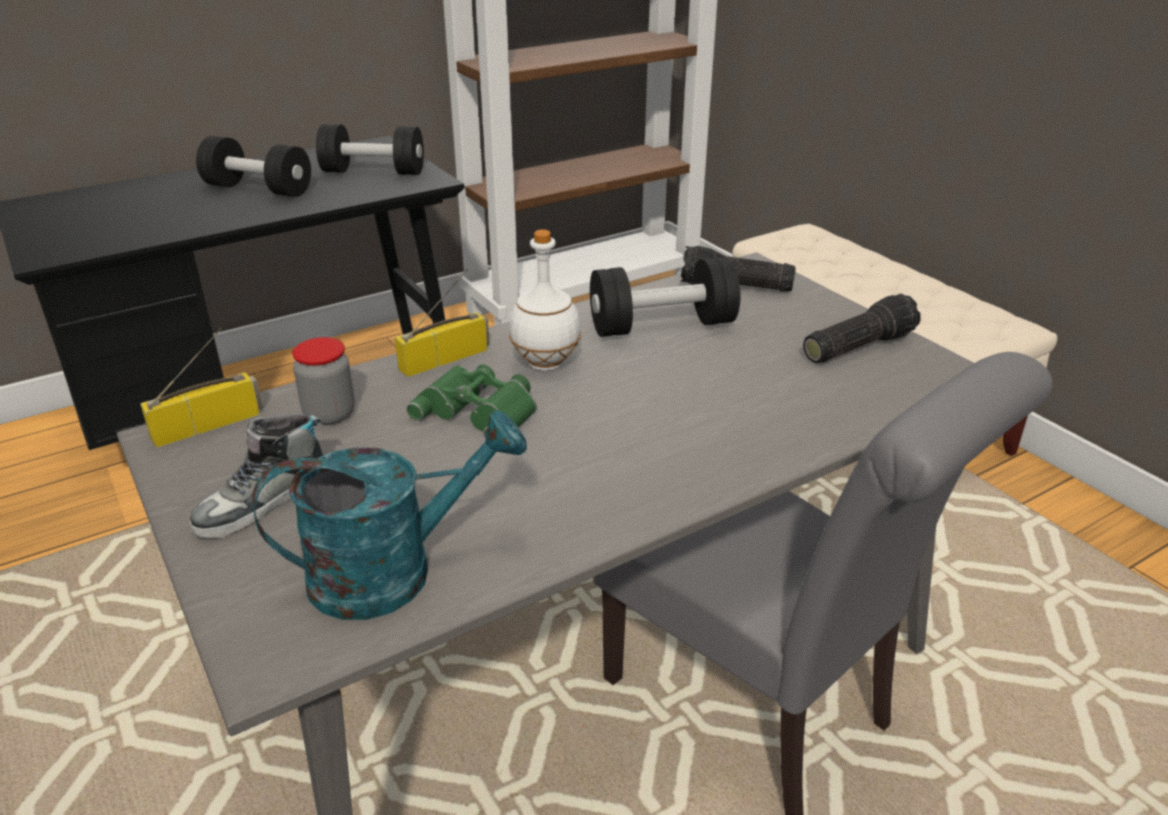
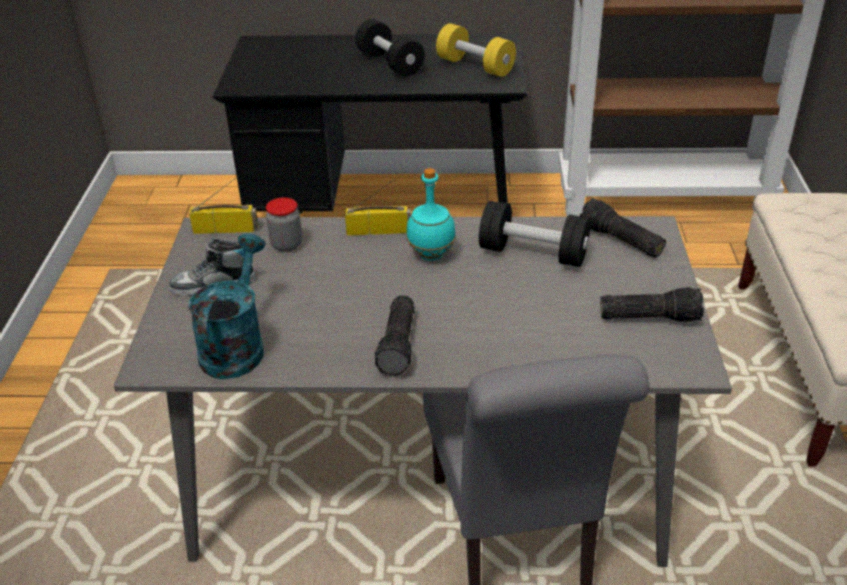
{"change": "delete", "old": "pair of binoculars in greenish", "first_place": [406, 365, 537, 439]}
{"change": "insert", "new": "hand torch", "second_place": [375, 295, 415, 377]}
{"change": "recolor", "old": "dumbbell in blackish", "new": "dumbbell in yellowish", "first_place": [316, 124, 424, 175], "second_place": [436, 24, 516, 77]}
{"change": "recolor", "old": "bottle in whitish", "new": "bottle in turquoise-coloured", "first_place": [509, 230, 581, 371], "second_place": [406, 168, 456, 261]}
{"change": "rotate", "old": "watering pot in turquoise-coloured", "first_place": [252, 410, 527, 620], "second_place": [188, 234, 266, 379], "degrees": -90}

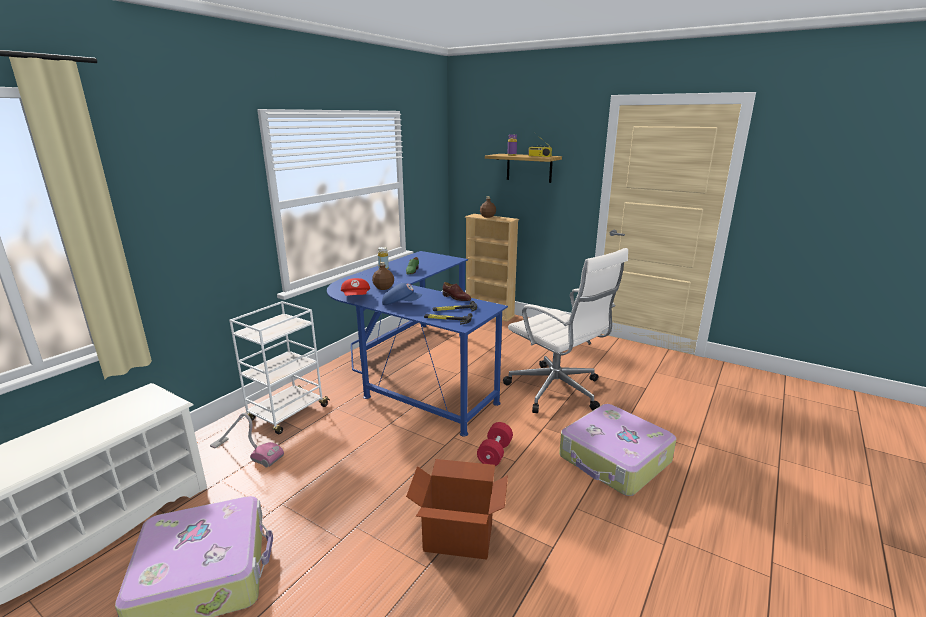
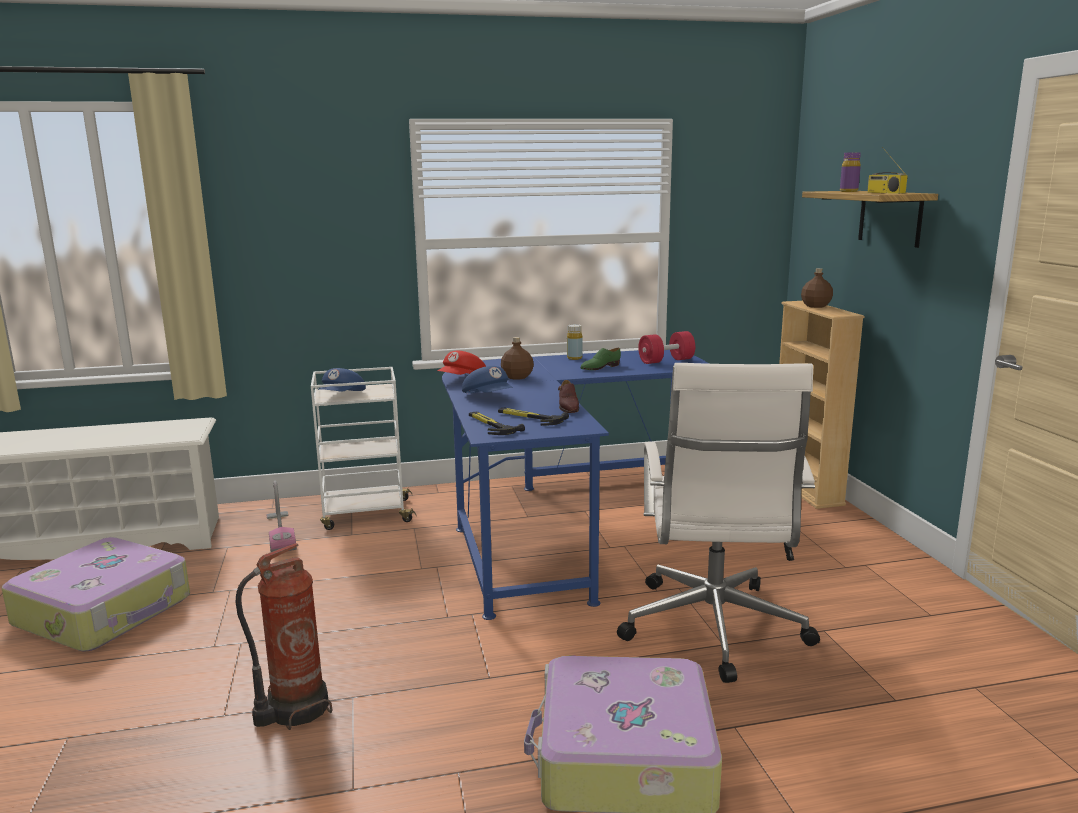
{"change": "insert", "new": "cap in blue", "second_place": [318, 368, 366, 392]}
{"change": "move", "old": "dumbbell in reddish", "first_place": [477, 422, 513, 466], "second_place": [638, 331, 695, 364]}
{"change": "replace", "old": "carton", "new": "fire extinguisher", "first_place": [406, 459, 508, 560], "second_place": [236, 543, 333, 730]}

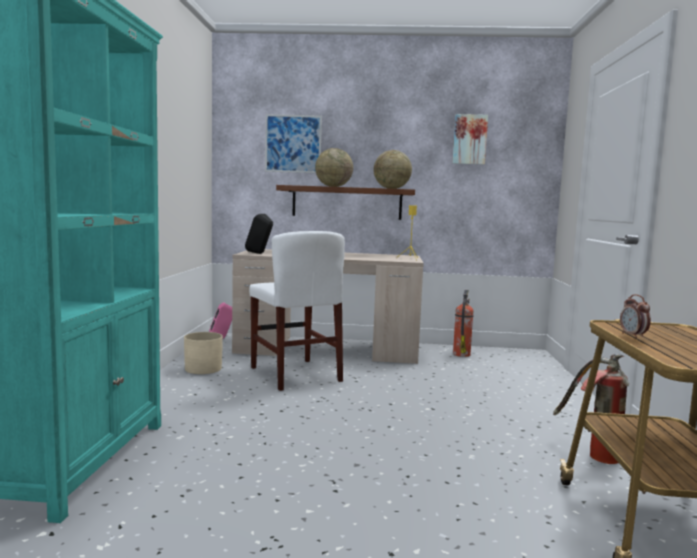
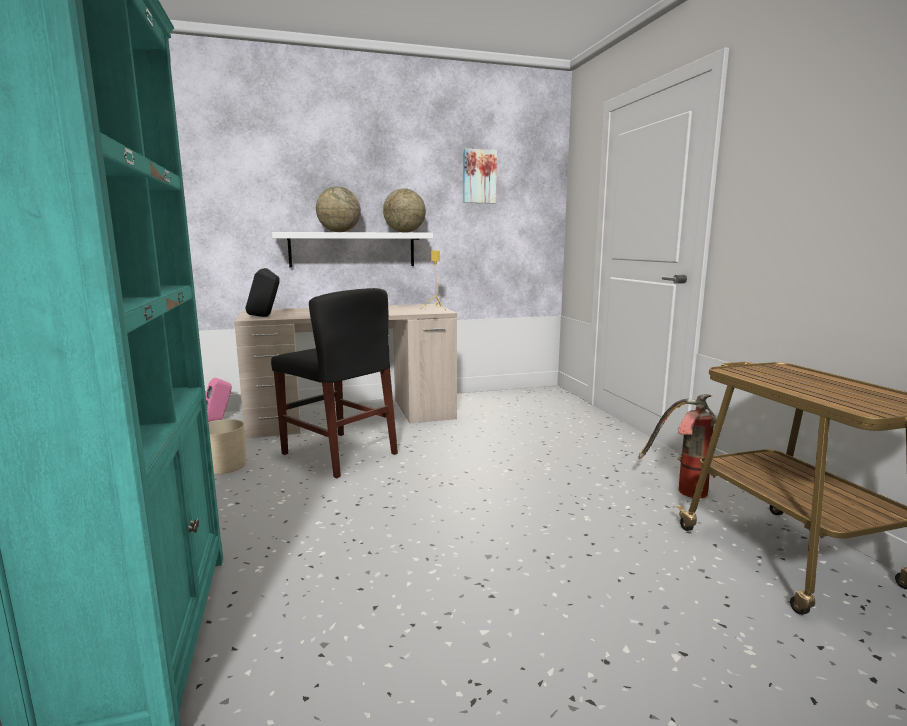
{"change": "delete", "old": "wall picture", "first_place": [265, 114, 322, 173]}
{"change": "delete", "old": "fire extinguisher", "first_place": [453, 290, 473, 357]}
{"change": "delete", "old": "alarm clock", "first_place": [620, 294, 651, 338]}
{"change": "recolor", "old": "upright chair in whitish", "new": "upright chair in blackish", "first_place": [249, 231, 345, 391], "second_place": [271, 288, 398, 478]}
{"change": "recolor", "old": "shelf in brown", "new": "shelf in whitish", "first_place": [276, 185, 415, 220], "second_place": [272, 232, 433, 268]}

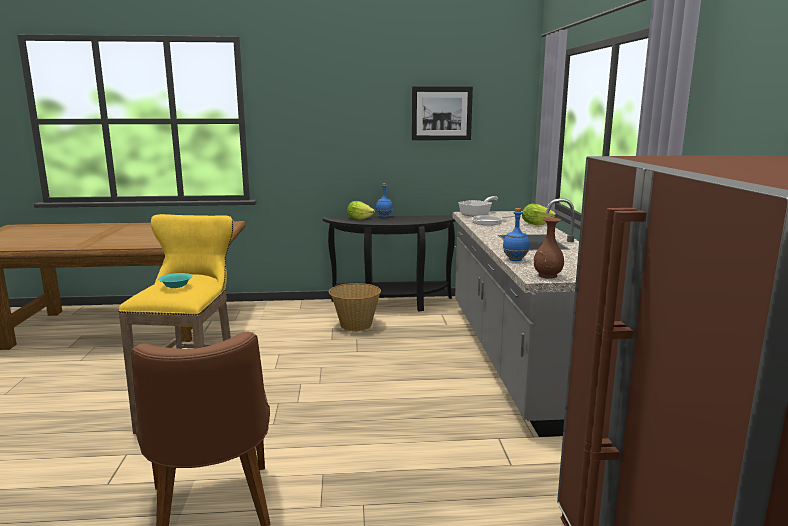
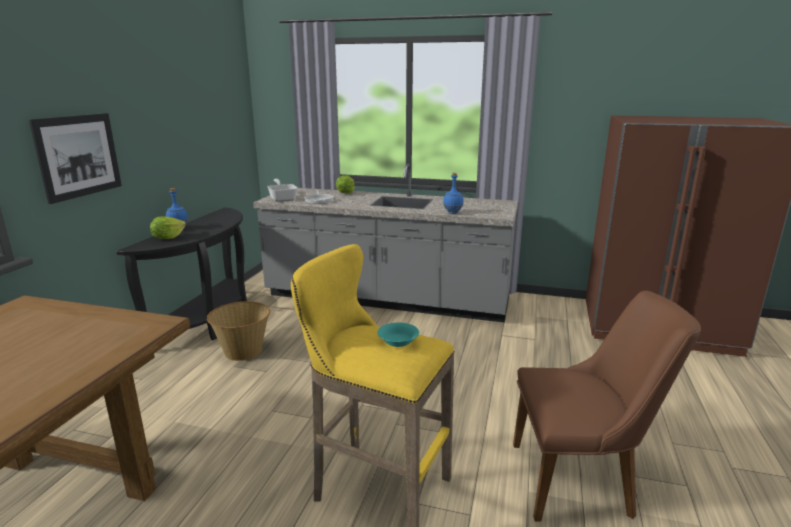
{"change": "delete", "old": "flower vase in brown", "first_place": [534, 218, 564, 279]}
{"change": "move", "old": "wall picture", "first_place": [412, 86, 473, 140], "second_place": [29, 113, 122, 204]}

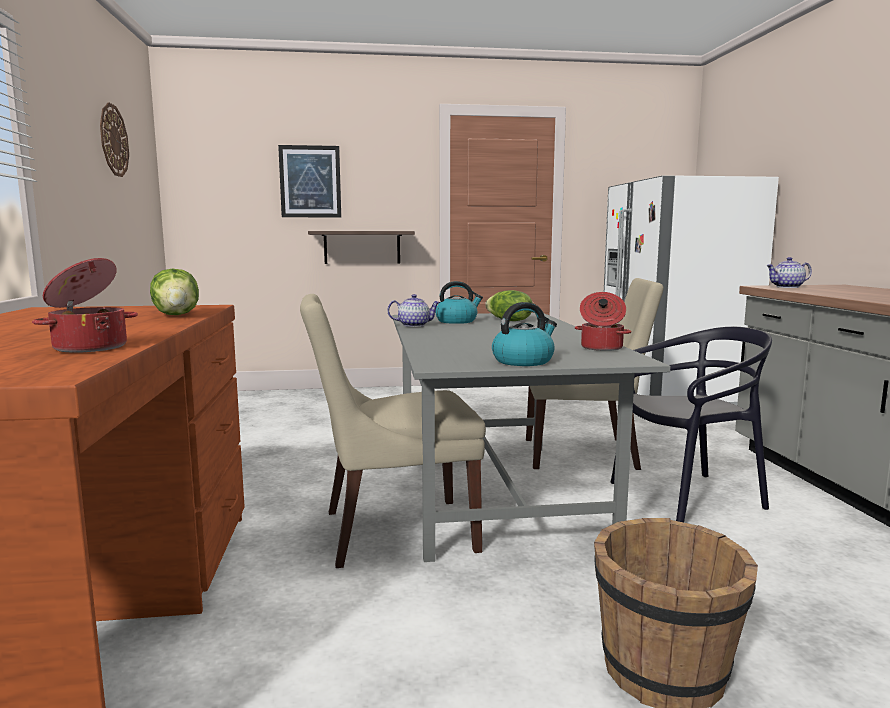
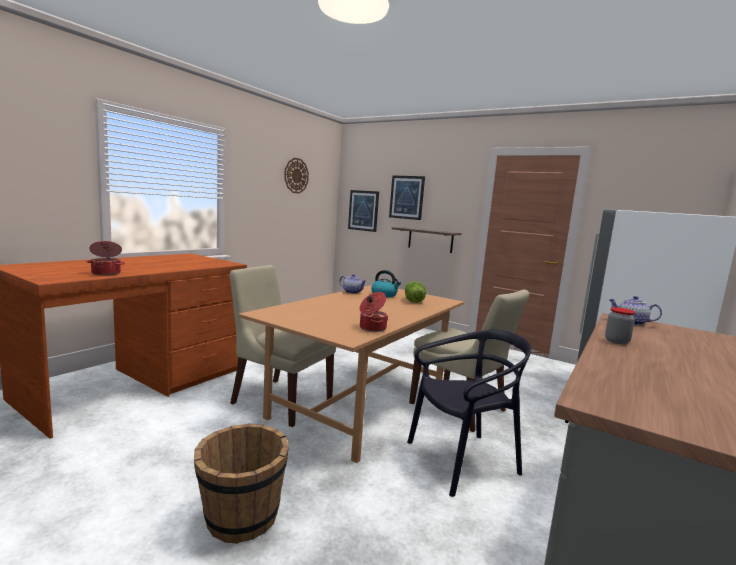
{"change": "delete", "old": "lettuce head", "first_place": [150, 268, 199, 315]}
{"change": "delete", "old": "kettle", "first_place": [492, 302, 557, 366]}
{"change": "insert", "new": "wall picture", "second_place": [348, 190, 379, 232]}
{"change": "insert", "new": "preserve jar", "second_place": [605, 307, 635, 344]}
{"change": "recolor", "old": "kitchen table in gray", "new": "kitchen table in brown", "first_place": [392, 313, 671, 562], "second_place": [239, 285, 464, 463]}
{"change": "rotate", "old": "upright chair in blackish", "first_place": [610, 327, 772, 522], "second_place": [407, 330, 531, 497], "degrees": -45}

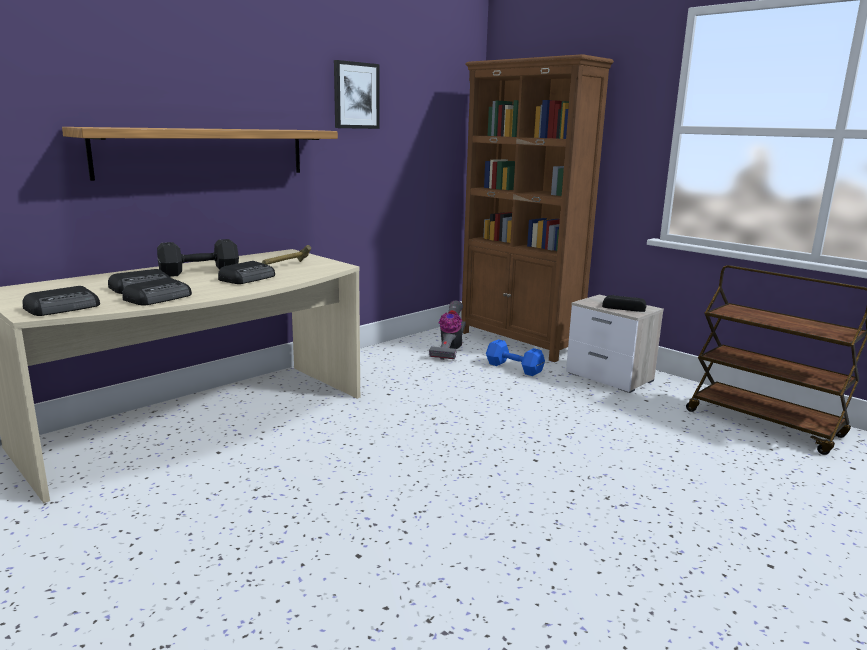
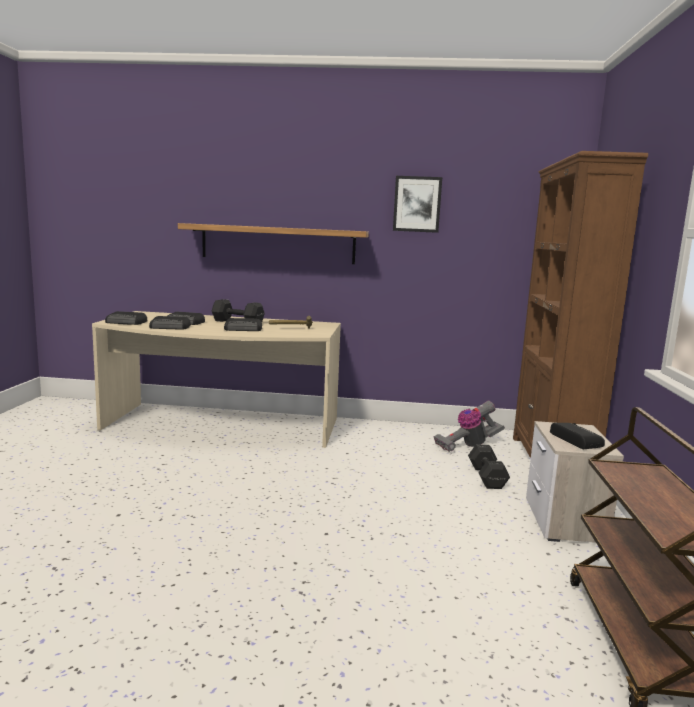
{"change": "recolor", "old": "dumbbell in blue", "new": "dumbbell in blackish", "first_place": [486, 339, 545, 376], "second_place": [468, 444, 510, 489]}

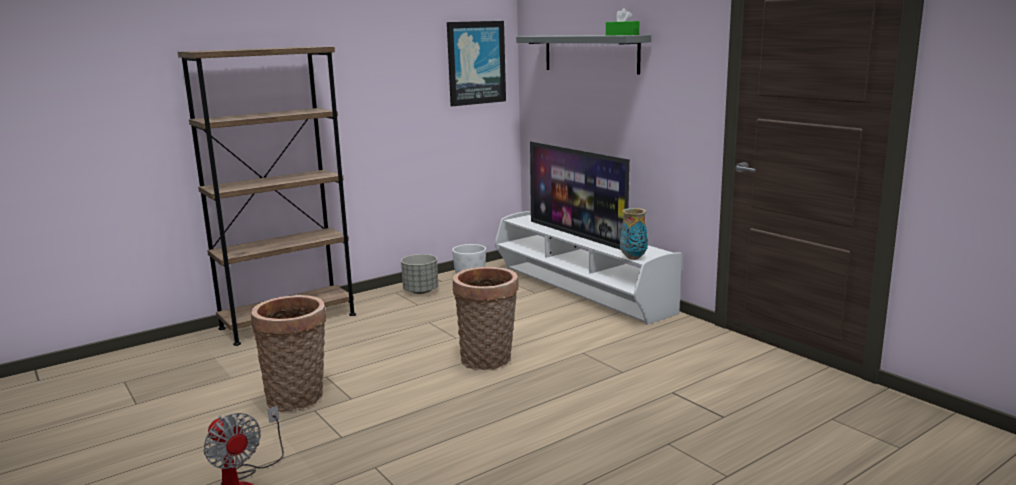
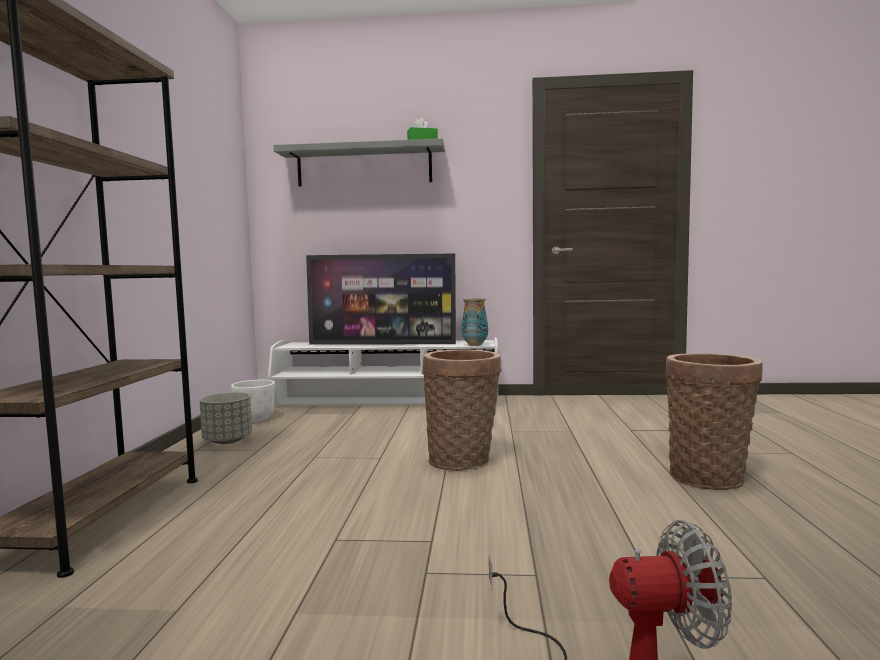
{"change": "delete", "old": "wall picture", "first_place": [447, 21, 506, 106]}
{"change": "move", "old": "household basket", "first_place": [251, 295, 326, 411], "second_place": [666, 353, 762, 490]}

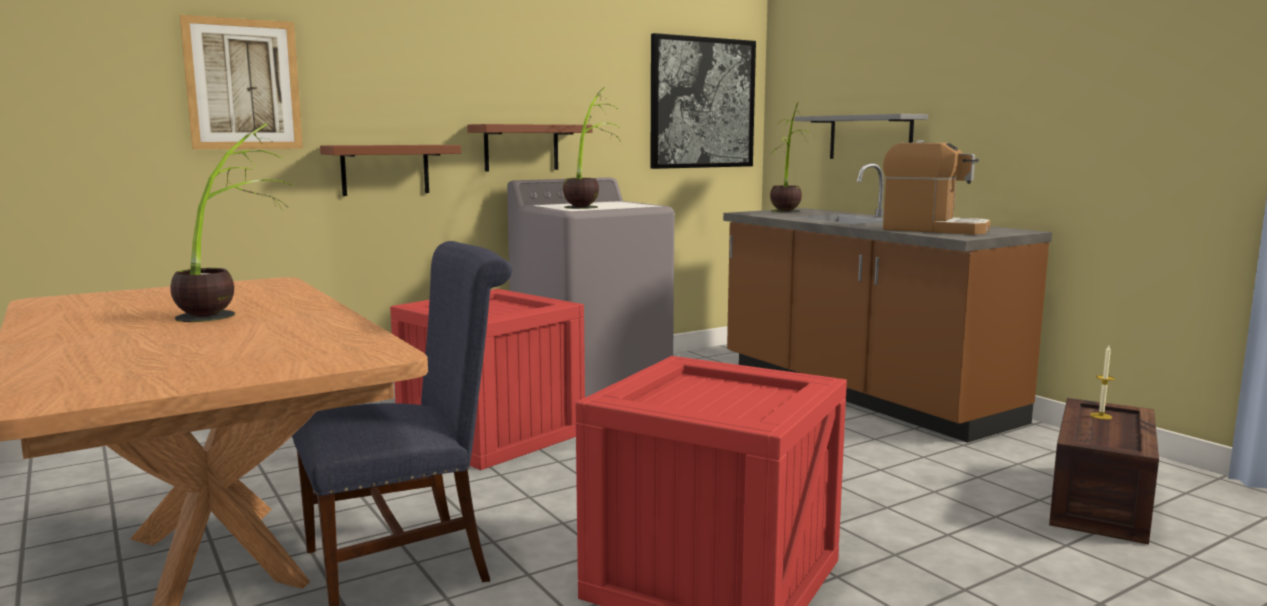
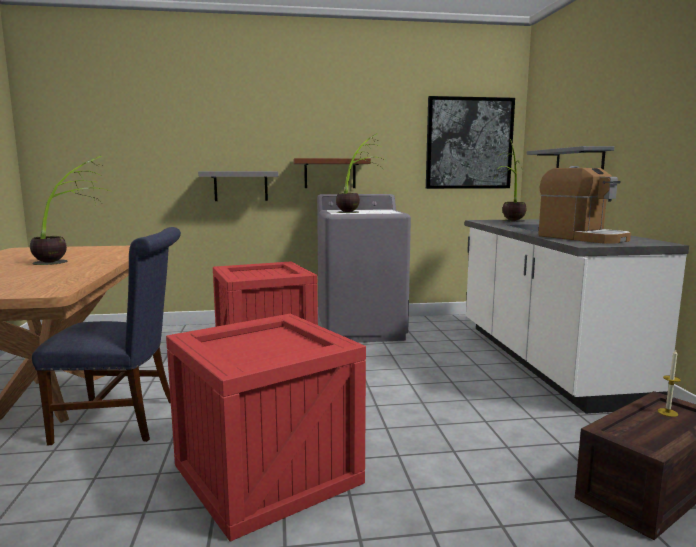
{"change": "delete", "old": "wall picture", "first_place": [180, 15, 303, 149]}
{"change": "recolor", "old": "shelf in brown", "new": "shelf in gray", "first_place": [320, 145, 461, 196], "second_place": [198, 171, 278, 201]}
{"change": "recolor", "old": "counter in brown", "new": "counter in whitish", "first_place": [723, 163, 1052, 443], "second_place": [465, 219, 689, 414]}

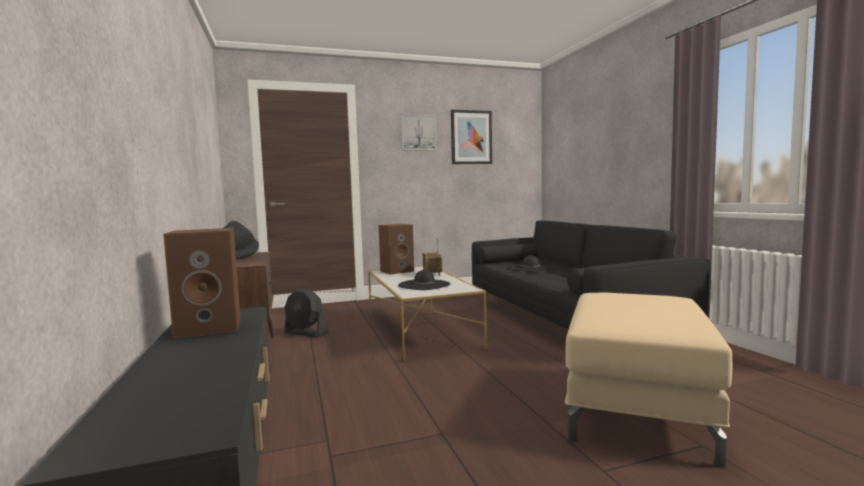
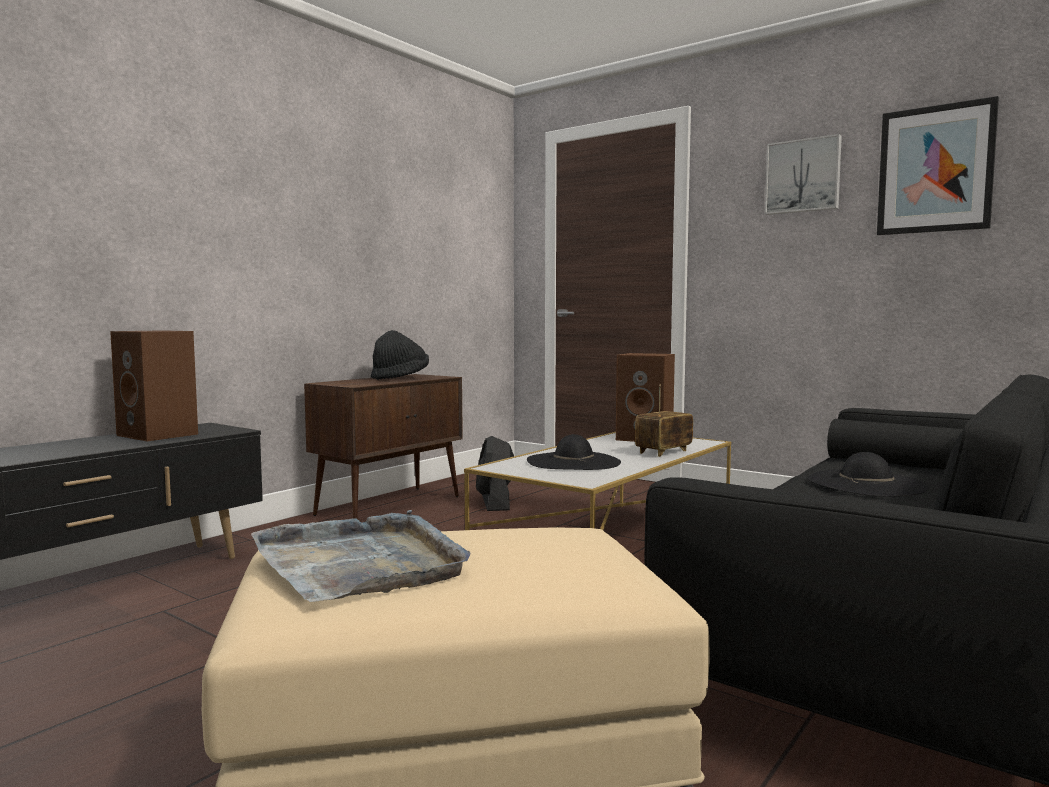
{"change": "insert", "new": "carrying tray in gray", "second_place": [251, 510, 471, 602]}

